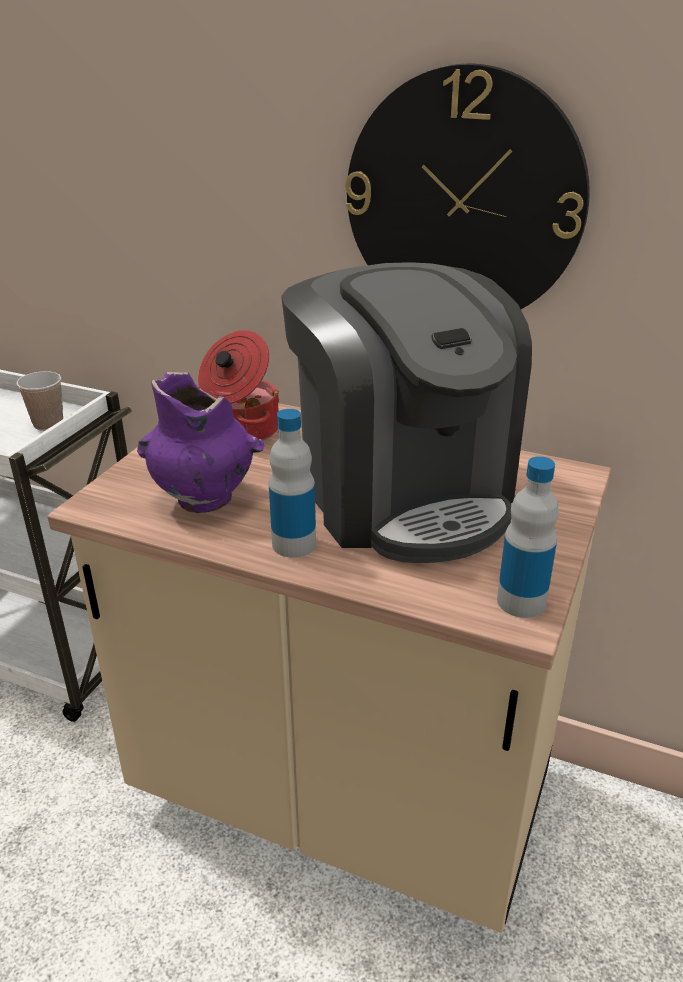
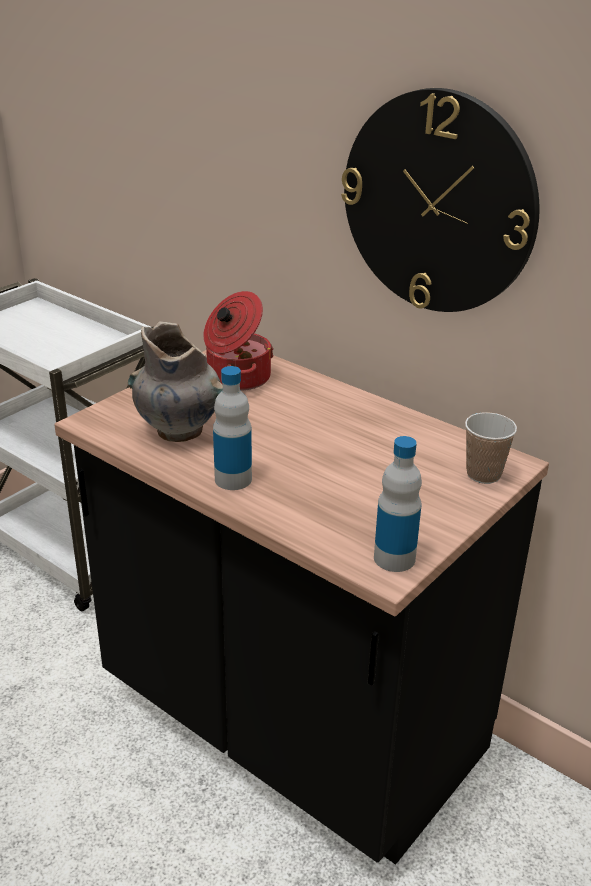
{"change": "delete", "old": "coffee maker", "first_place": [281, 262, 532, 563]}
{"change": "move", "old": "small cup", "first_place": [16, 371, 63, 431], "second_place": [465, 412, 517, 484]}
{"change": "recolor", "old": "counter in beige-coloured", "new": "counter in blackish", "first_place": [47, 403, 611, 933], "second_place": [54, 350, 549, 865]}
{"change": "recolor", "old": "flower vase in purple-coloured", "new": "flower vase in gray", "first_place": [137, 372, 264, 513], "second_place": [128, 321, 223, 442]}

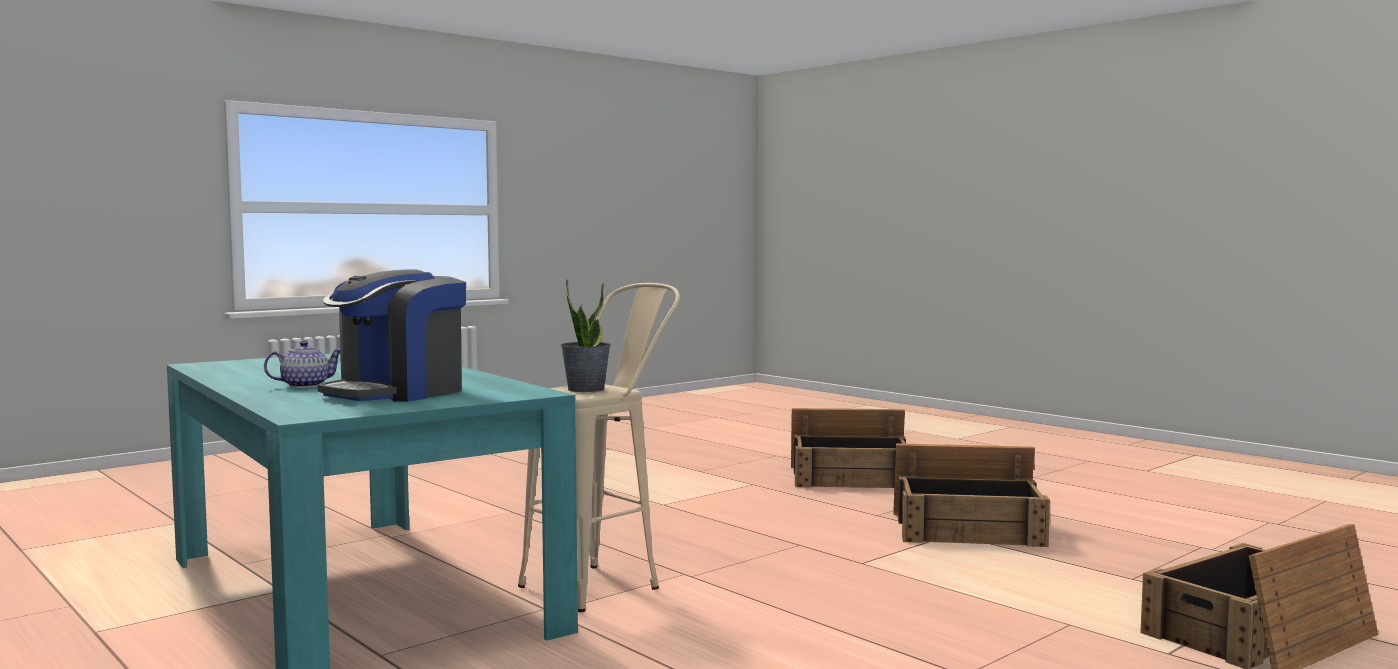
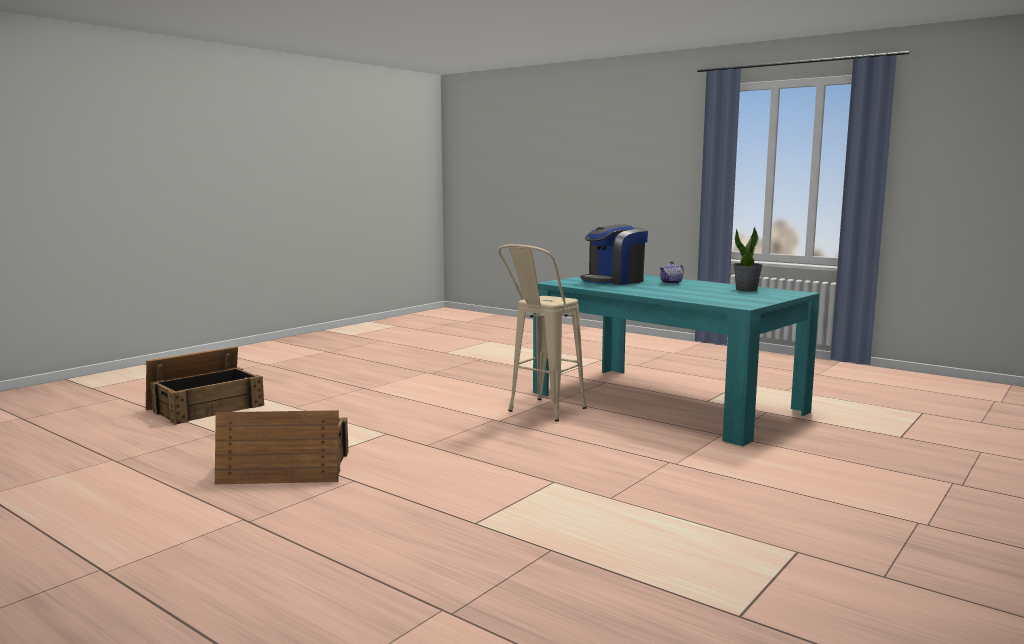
{"change": "delete", "old": "shipping crate", "first_place": [791, 408, 906, 488]}
{"change": "move", "old": "houseplant", "first_place": [561, 280, 611, 392], "second_place": [733, 227, 763, 291]}
{"change": "rotate", "old": "coffee maker", "first_place": [317, 269, 466, 402], "second_place": [580, 224, 648, 285], "degrees": -150}

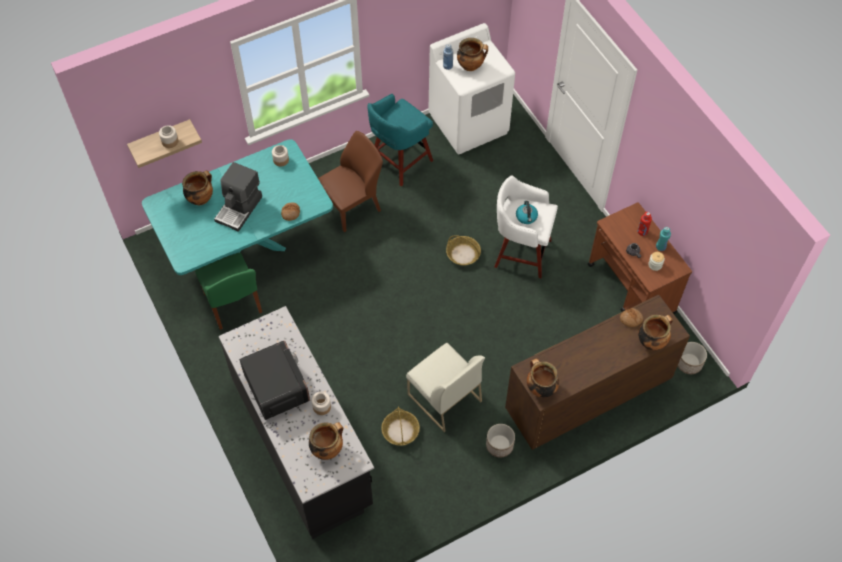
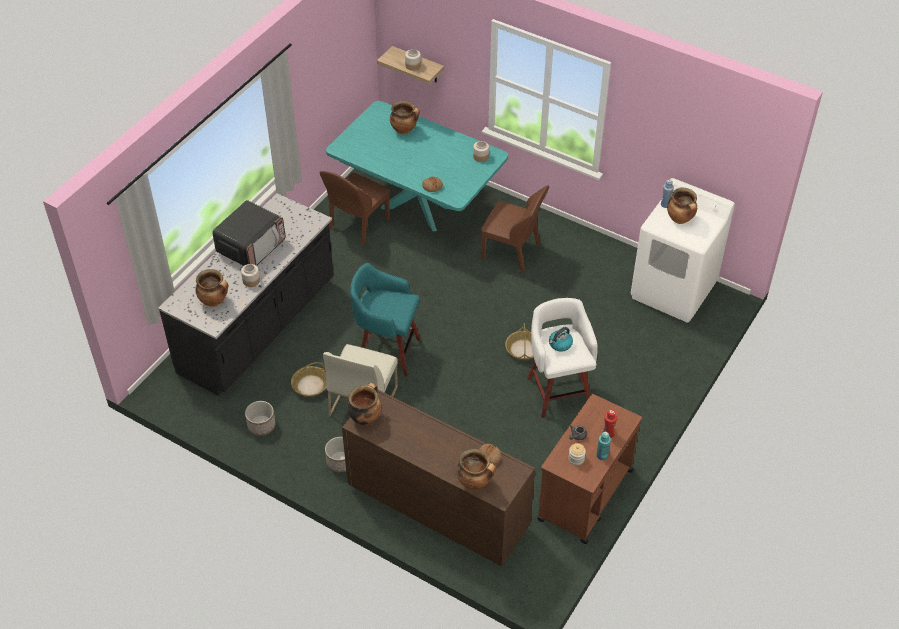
{"change": "delete", "old": "coffee maker", "first_place": [214, 162, 262, 232]}
{"change": "move", "old": "stool in turquoise-coloured", "first_place": [367, 94, 433, 187], "second_place": [350, 263, 421, 377]}
{"change": "move", "old": "flower pot", "first_place": [678, 342, 707, 374], "second_place": [245, 401, 276, 436]}
{"change": "recolor", "old": "upright chair in greenish", "new": "upright chair in brown", "first_place": [195, 253, 262, 330], "second_place": [320, 171, 390, 246]}

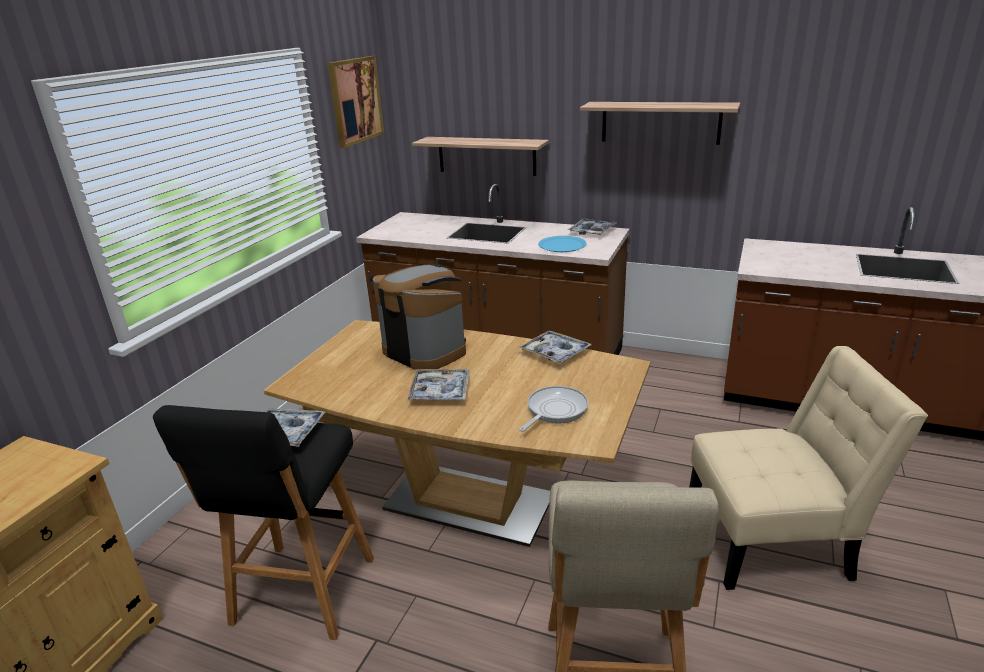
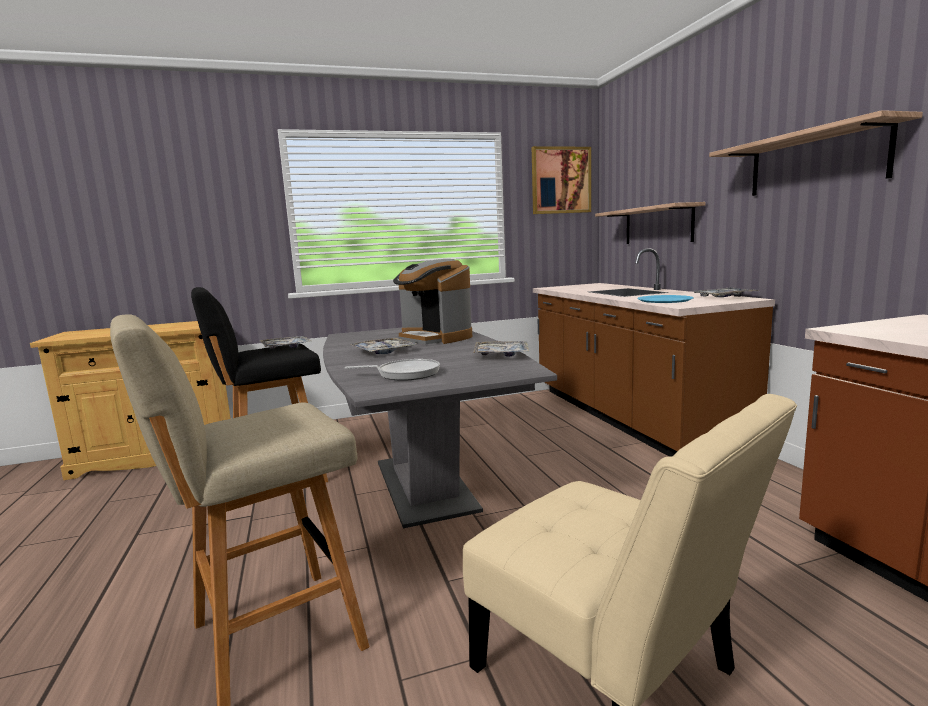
{"change": "recolor", "old": "kitchen table in brown", "new": "kitchen table in gray", "first_place": [263, 320, 650, 547], "second_place": [323, 328, 557, 528]}
{"change": "rotate", "old": "coffee maker", "first_place": [373, 263, 466, 370], "second_place": [393, 259, 472, 344], "degrees": 135}

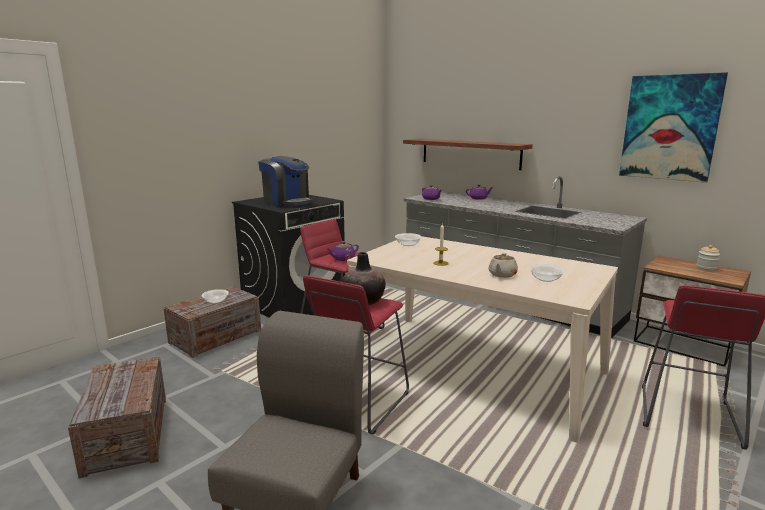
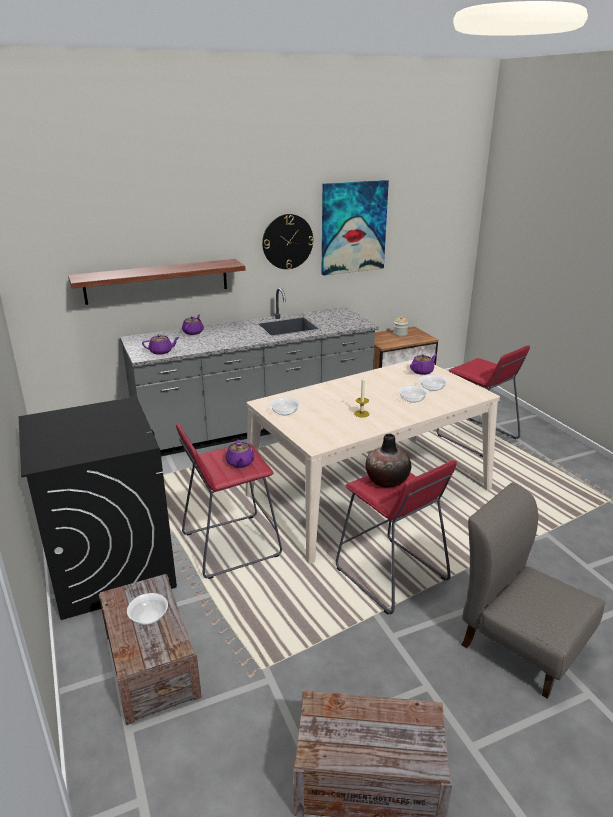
{"change": "delete", "old": "coffee maker", "first_place": [258, 156, 313, 207]}
{"change": "insert", "new": "hanging clock", "second_place": [262, 214, 314, 269]}
{"change": "insert", "new": "teapot in purple-coloured", "second_place": [410, 354, 437, 375]}
{"change": "replace", "old": "teapot in beige-coloured", "new": "deep dish", "first_place": [488, 253, 518, 278], "second_place": [398, 385, 428, 403]}

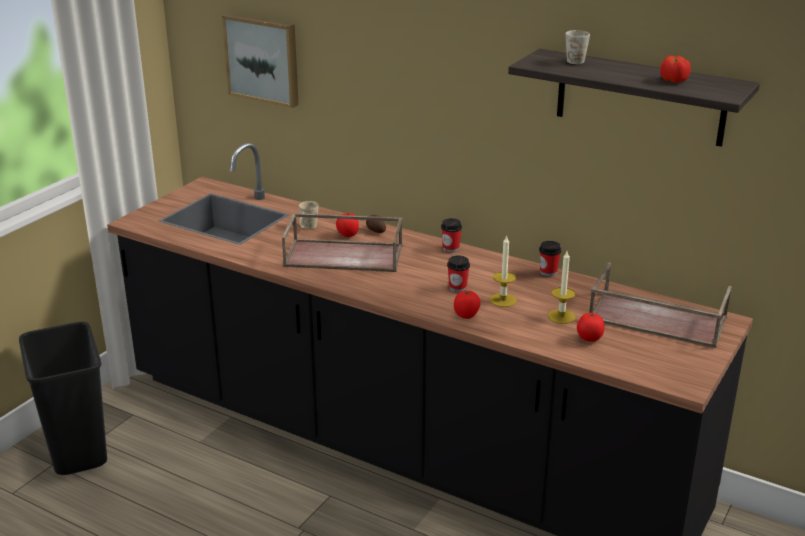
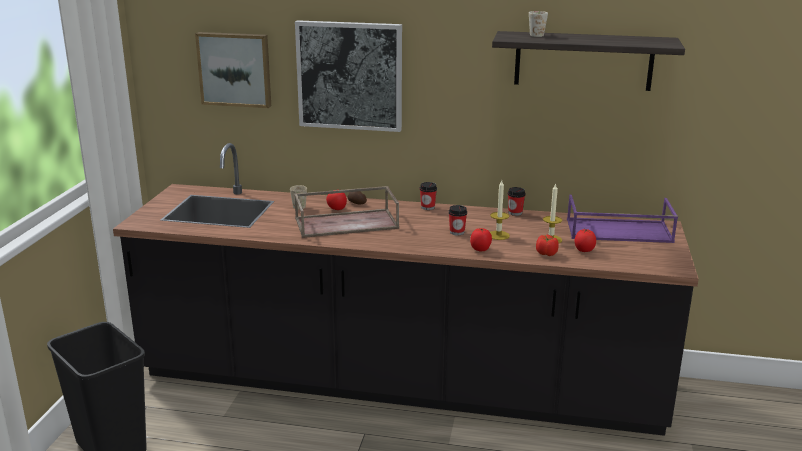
{"change": "insert", "new": "wall picture", "second_place": [295, 20, 402, 132]}
{"change": "move", "old": "whole tomato", "first_place": [660, 56, 691, 83], "second_place": [536, 234, 559, 256]}
{"change": "recolor", "old": "carrying tray in brown", "new": "carrying tray in purple-coloured", "first_place": [589, 262, 732, 348], "second_place": [567, 195, 678, 243]}

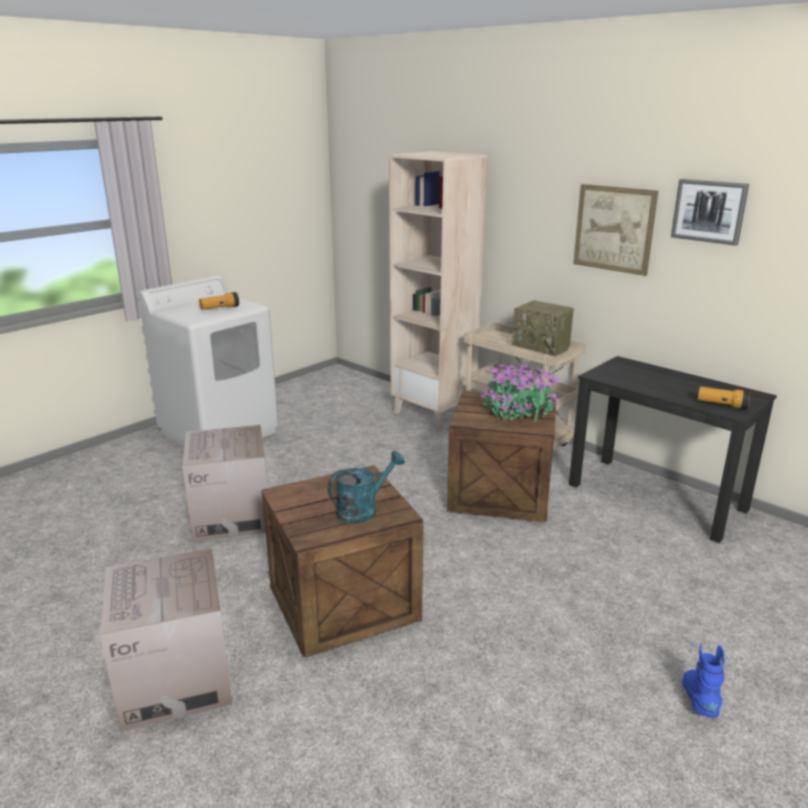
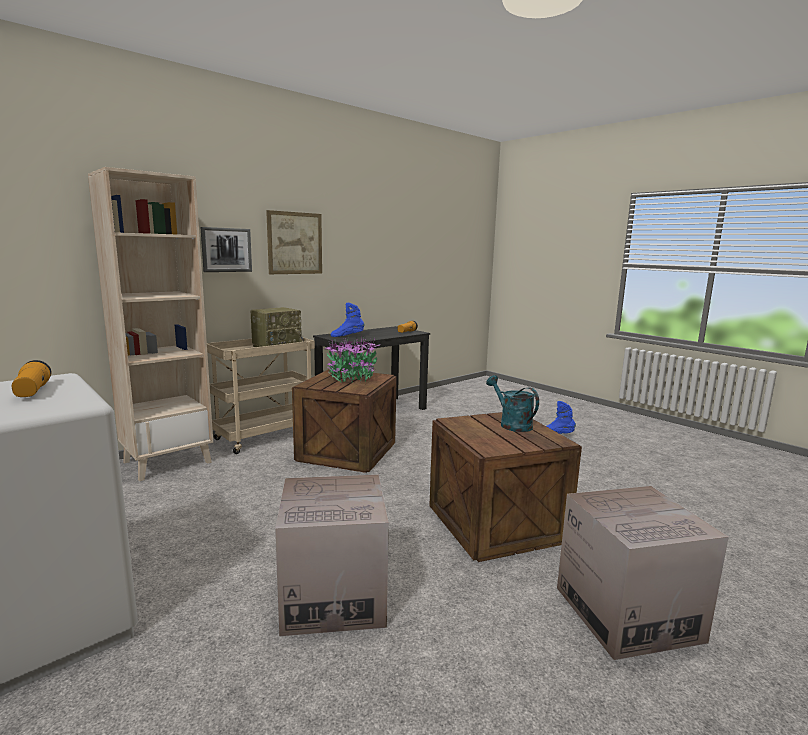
{"change": "insert", "new": "tall boot in blue", "second_place": [331, 303, 365, 337]}
{"change": "move", "old": "wall picture", "first_place": [671, 179, 749, 246], "second_place": [201, 227, 252, 272]}

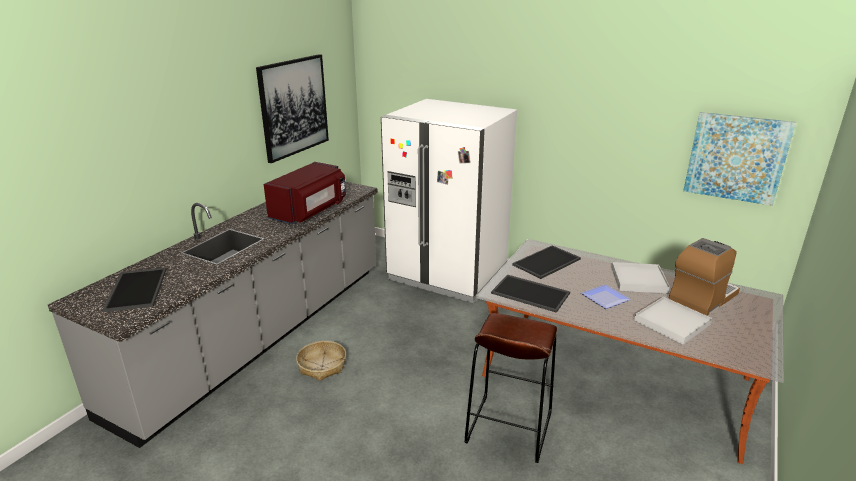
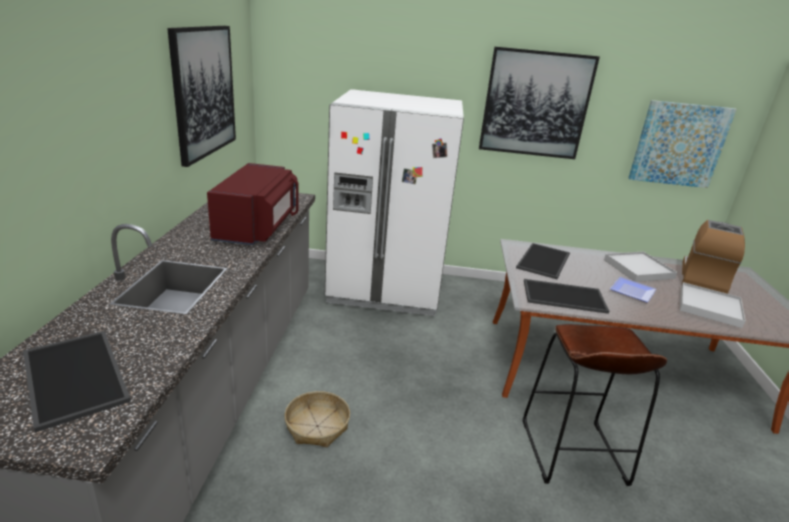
{"change": "insert", "new": "wall picture", "second_place": [479, 47, 600, 159]}

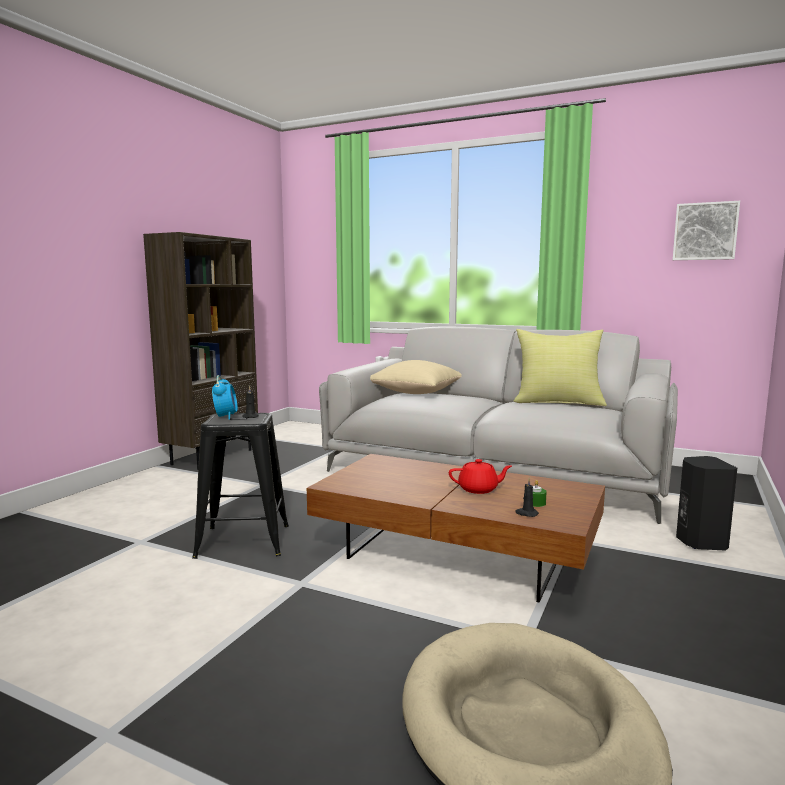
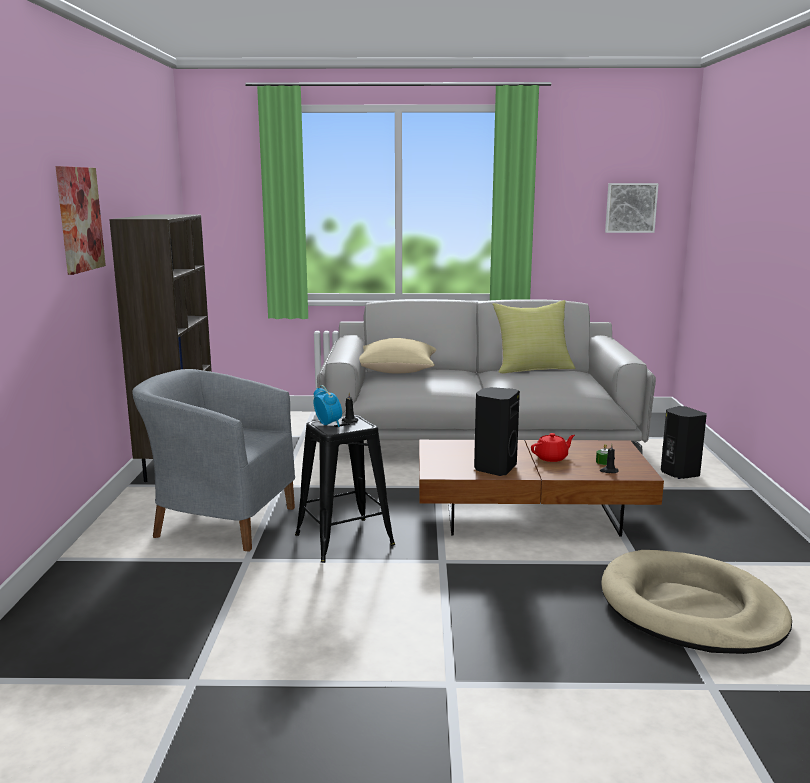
{"change": "insert", "new": "wall picture", "second_place": [56, 166, 106, 275]}
{"change": "insert", "new": "lounge chair in gray", "second_place": [132, 369, 295, 552]}
{"change": "insert", "new": "speaker in blackish", "second_place": [474, 387, 520, 476]}

